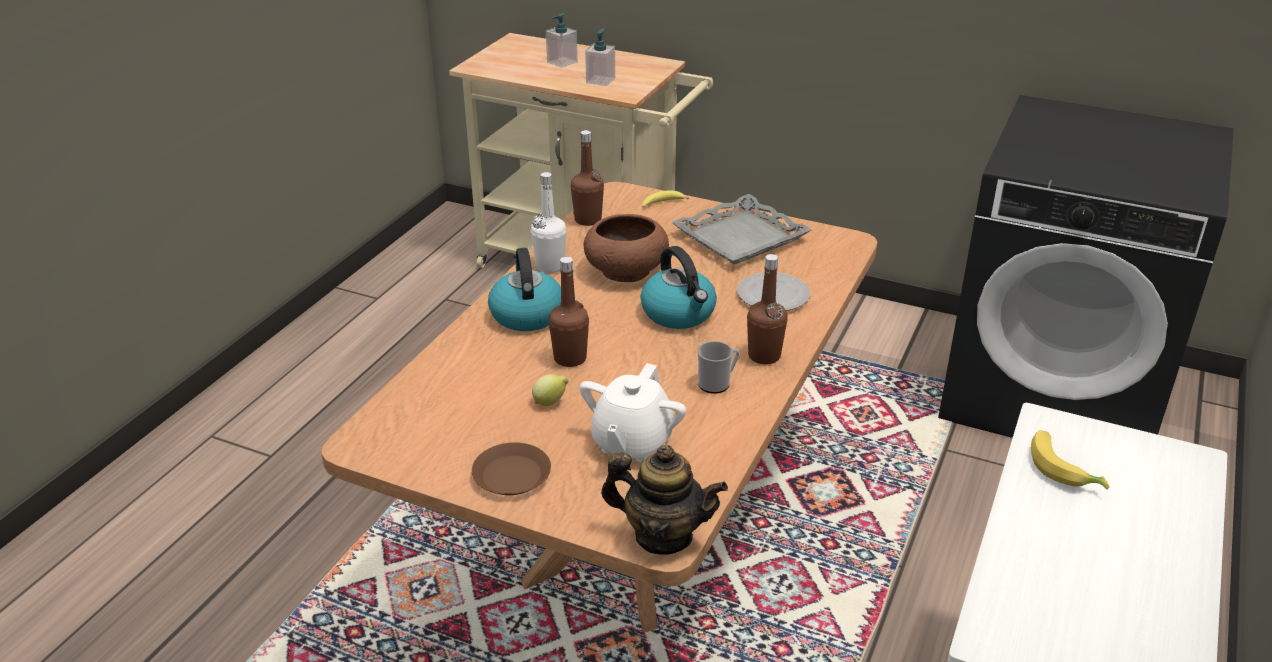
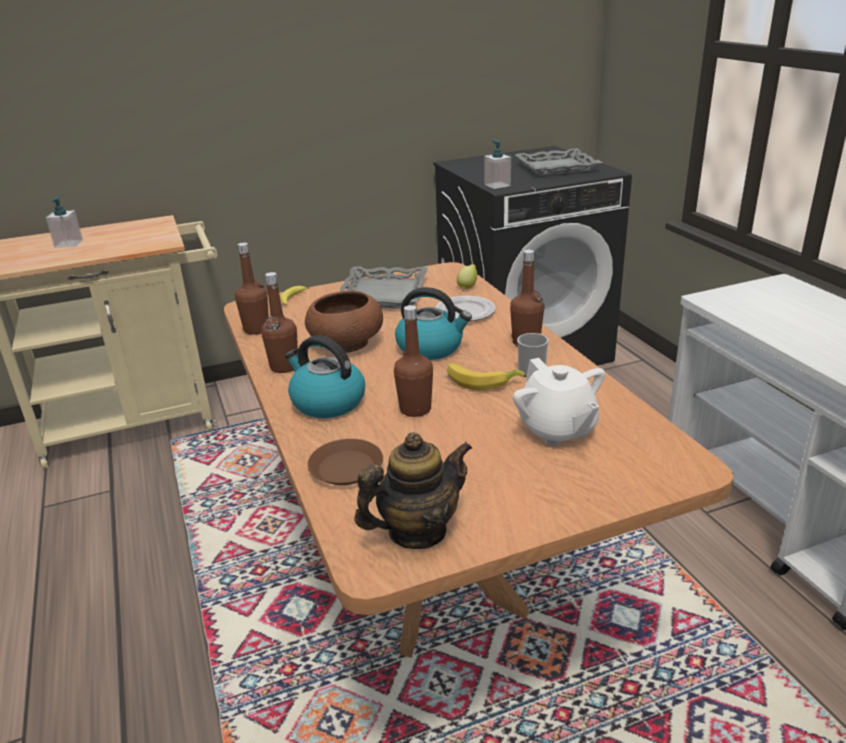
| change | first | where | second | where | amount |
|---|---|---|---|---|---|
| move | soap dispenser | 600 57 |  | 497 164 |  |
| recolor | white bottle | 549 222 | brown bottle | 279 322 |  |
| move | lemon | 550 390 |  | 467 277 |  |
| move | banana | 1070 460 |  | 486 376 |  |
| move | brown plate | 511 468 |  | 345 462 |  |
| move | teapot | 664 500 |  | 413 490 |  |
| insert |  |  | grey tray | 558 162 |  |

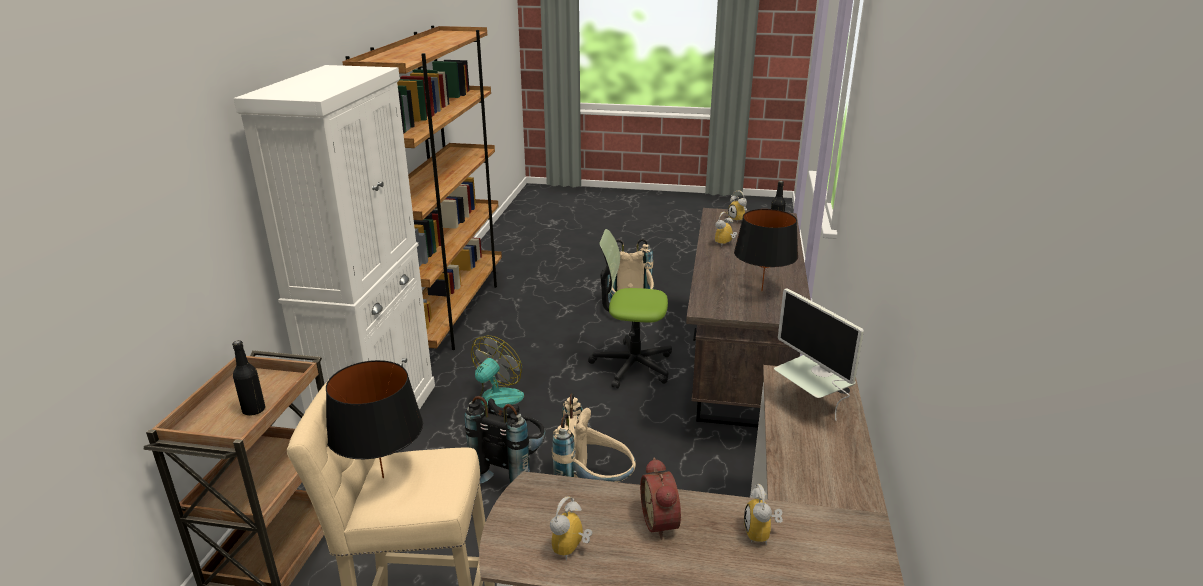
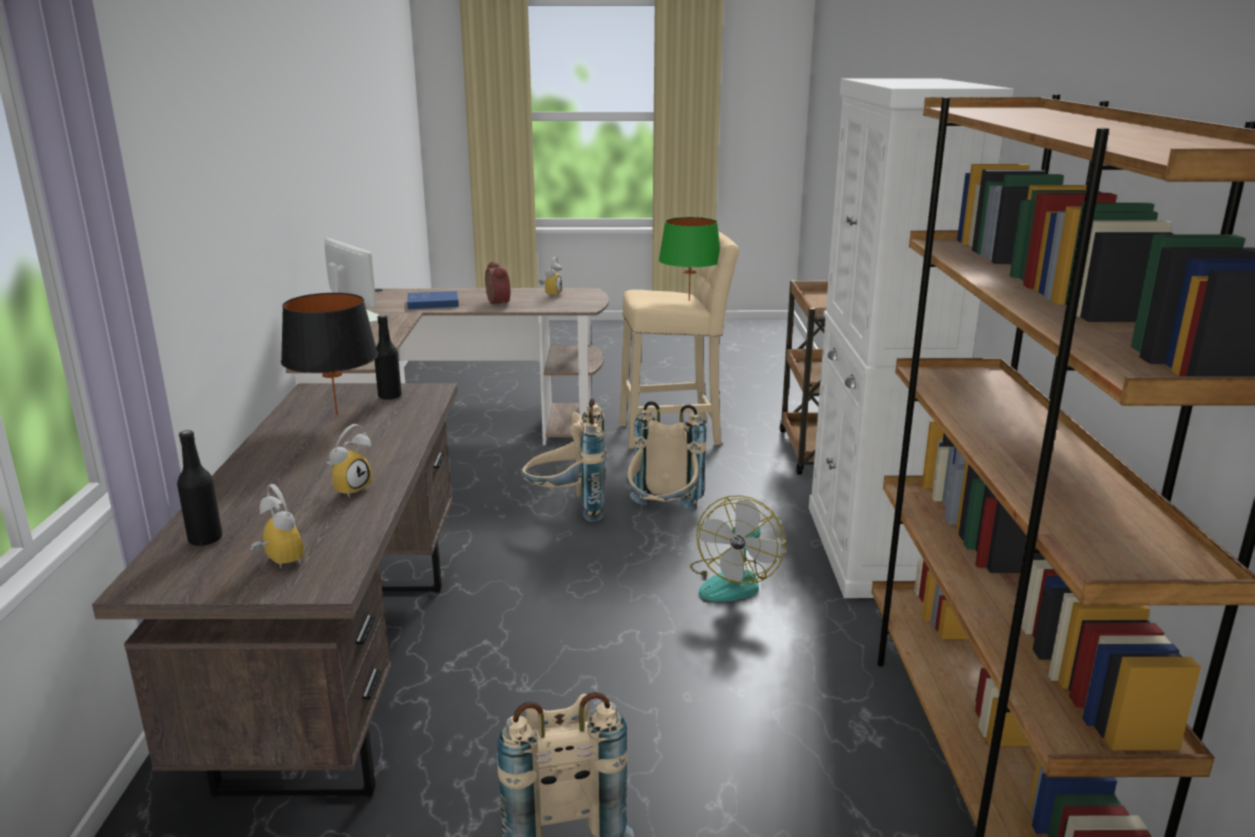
| change | first | where | second | where | amount |
|---|---|---|---|---|---|
| delete | office chair | 630 309 |  |  |  |
| move | black bottle | 248 378 |  | 388 357 |  |
| recolor | black table lamp | 374 419 | green table lamp | 689 259 |  |
| recolor | black backpack | 505 439 | beige backpack | 666 456 |  |
| replace | alarm clock | 763 514 | blue book | 433 300 |  |

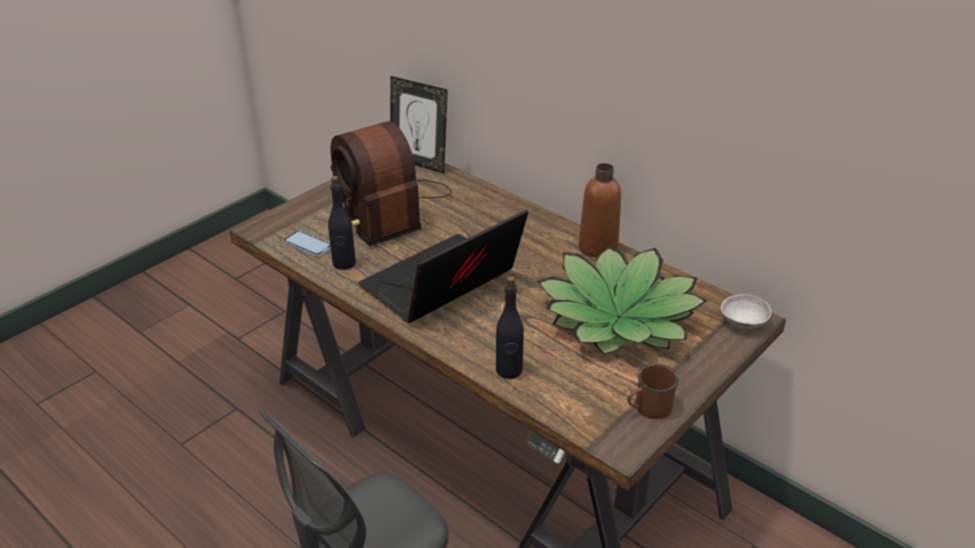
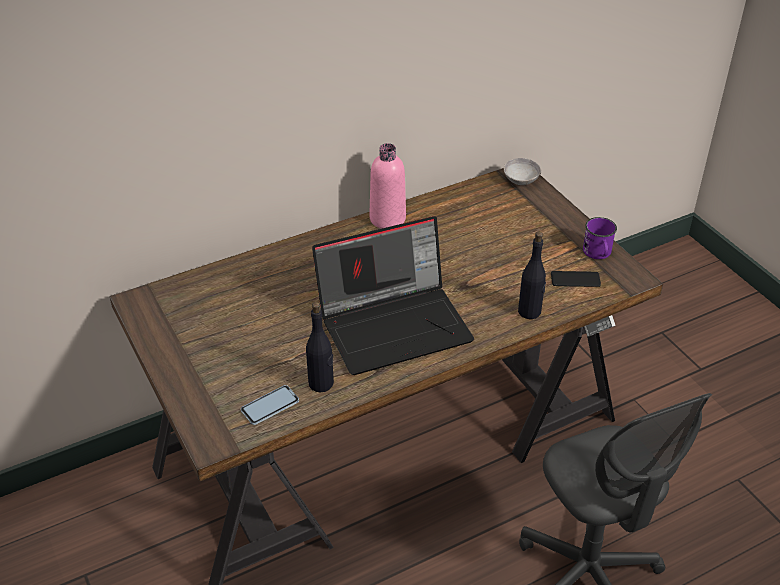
| change | first | where | second | where | amount |
|---|---|---|---|---|---|
| delete | picture frame | 419 124 |  |  |  |
| delete | radio | 391 183 |  |  |  |
| recolor | brown bottle | 599 210 | pink bottle | 388 186 |  |
| rotate | laptop | 443 266 |  | 393 295 | 90 degrees counterclockwise |
| delete | potted plant | 622 300 |  |  |  |
| recolor | brown mug | 653 391 | purple mug | 600 238 |  |
| insert |  |  | phone | 576 279 |  |

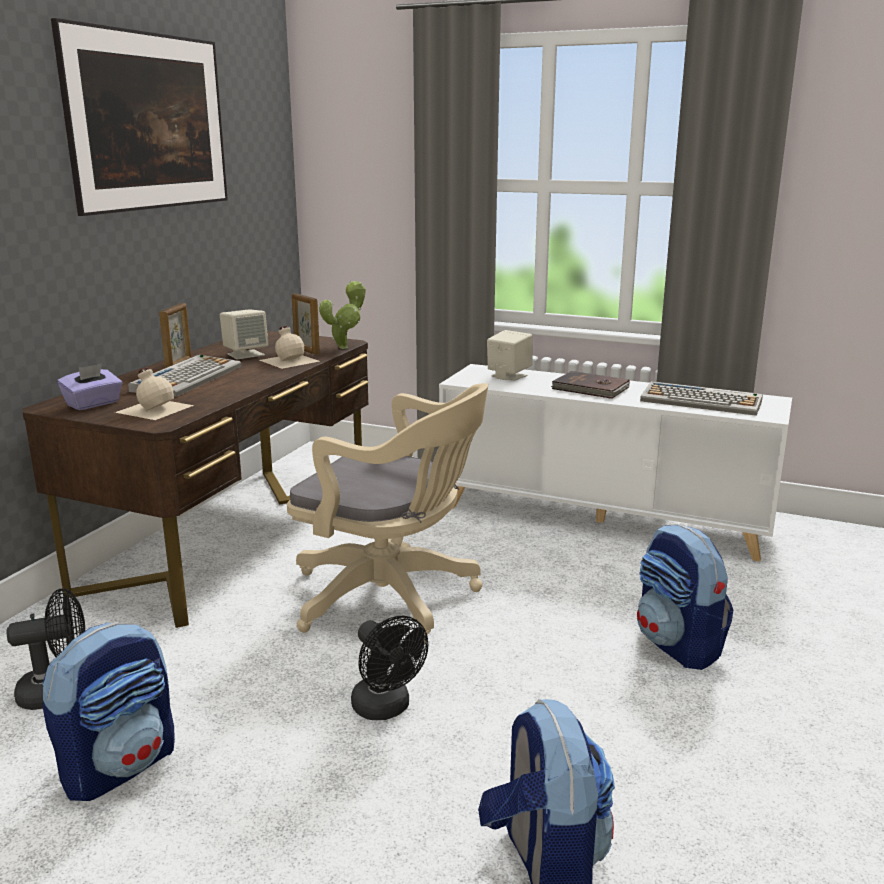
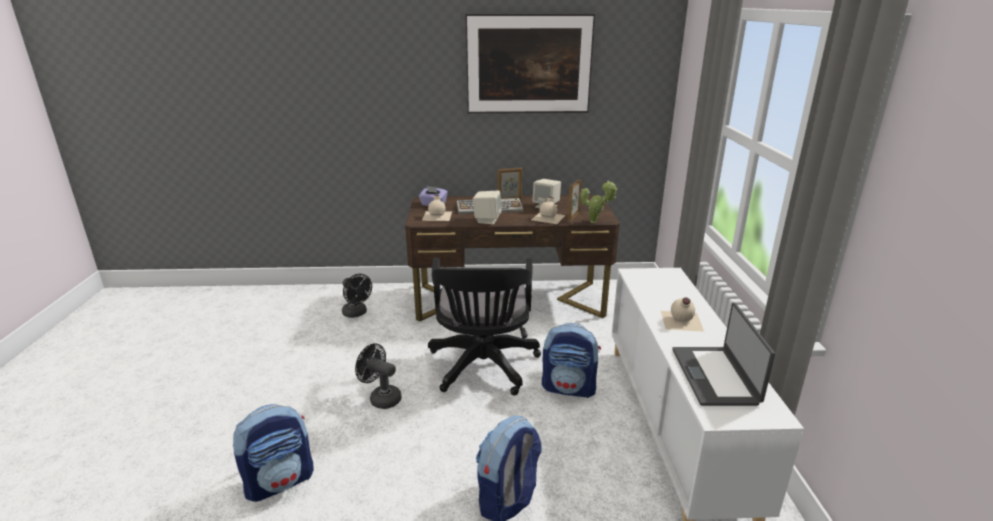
| change | first | where | second | where | amount |
|---|---|---|---|---|---|
| move | beige speaker | 510 355 |  | 487 207 |  |
| replace | brown book | 590 385 | beige bottle | 682 314 |  |
| replace | keyboard | 701 398 | laptop | 724 354 |  |
| recolor | beige office chair | 387 513 | black office chair | 484 327 |  |
| rotate | black fan | 389 668 |  | 378 376 | 90 degrees clockwise |
| move | backpack | 108 711 |  | 571 360 |  |

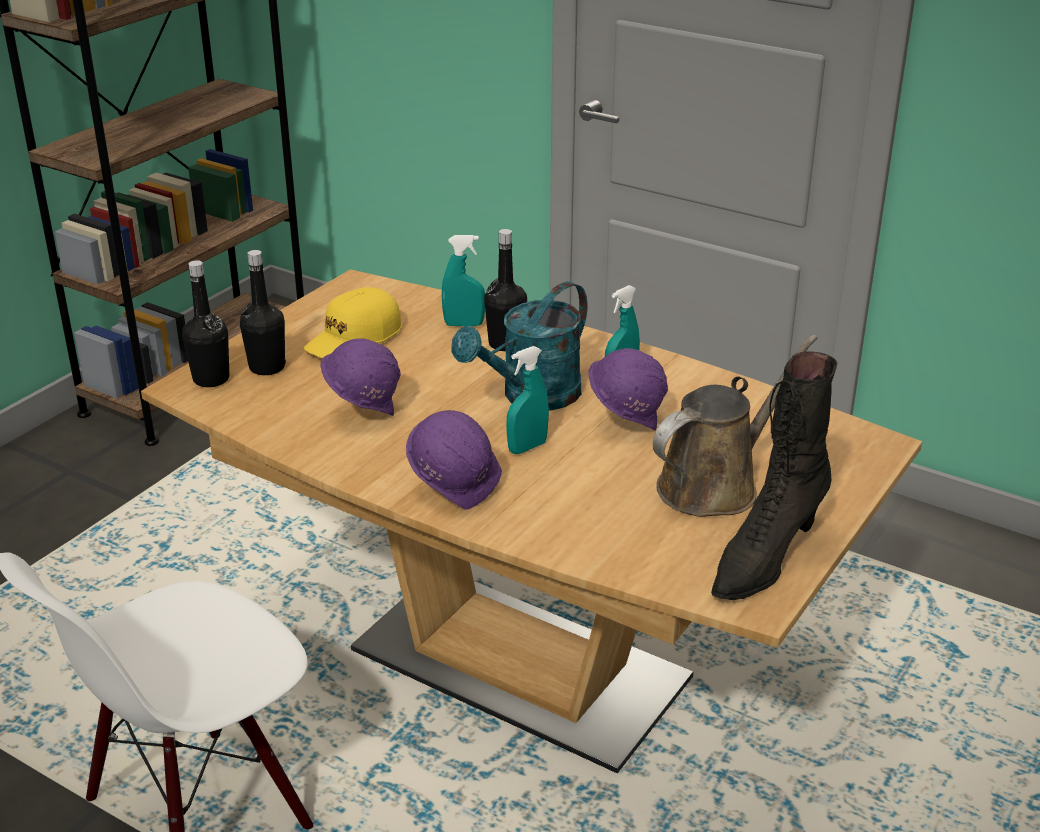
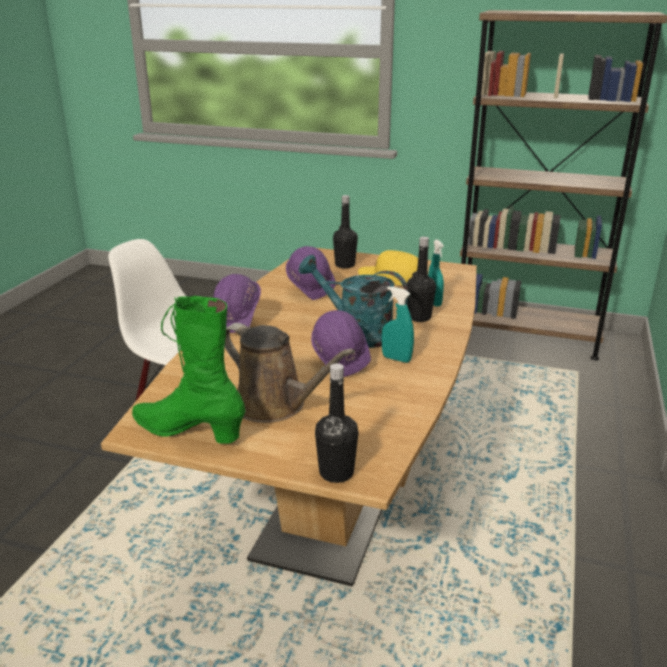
| change | first | where | second | where | amount |
|---|---|---|---|---|---|
| move | black bottle | 206 323 |  | 336 423 |  |
| delete | turquoise spray bottle | 527 400 |  |  |  |
| recolor | black boot | 774 475 | green boot | 188 370 |  |

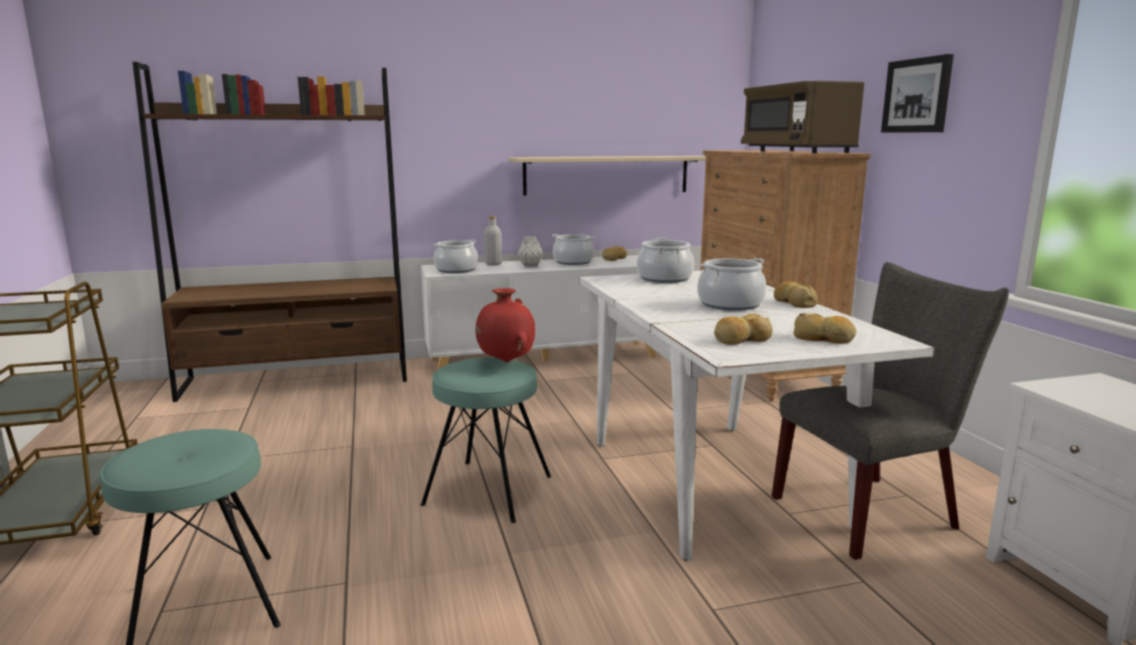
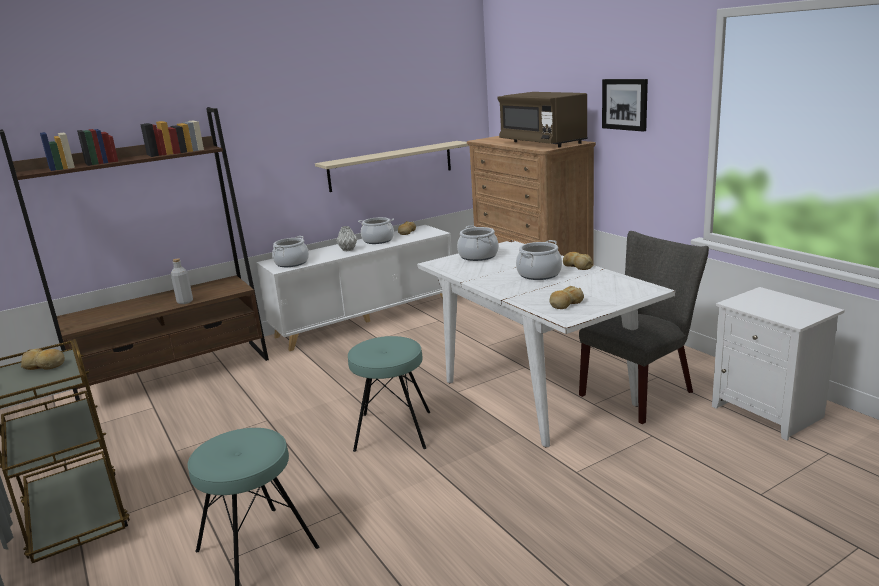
| change | first | where | second | where | amount |
|---|---|---|---|---|---|
| move | grey bottle | 493 241 |  | 182 281 |  |
| delete | red vase | 505 325 |  |  |  |
| move | bread | 825 328 |  | 43 359 |  |

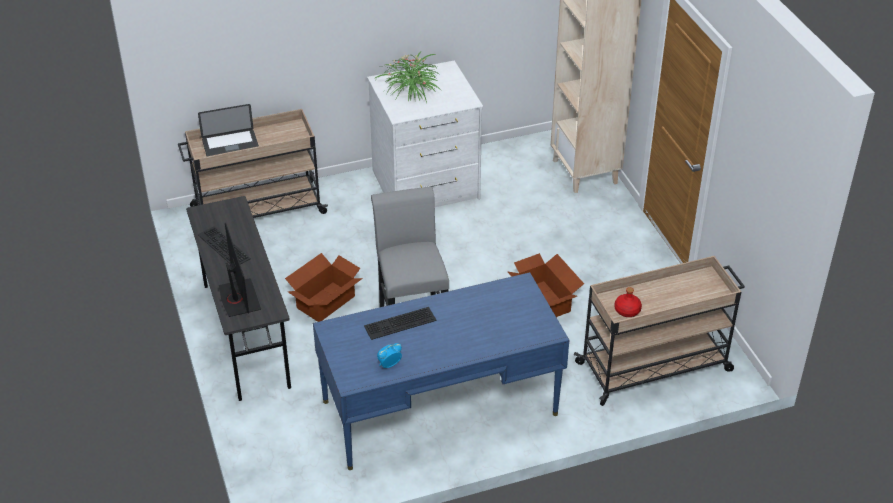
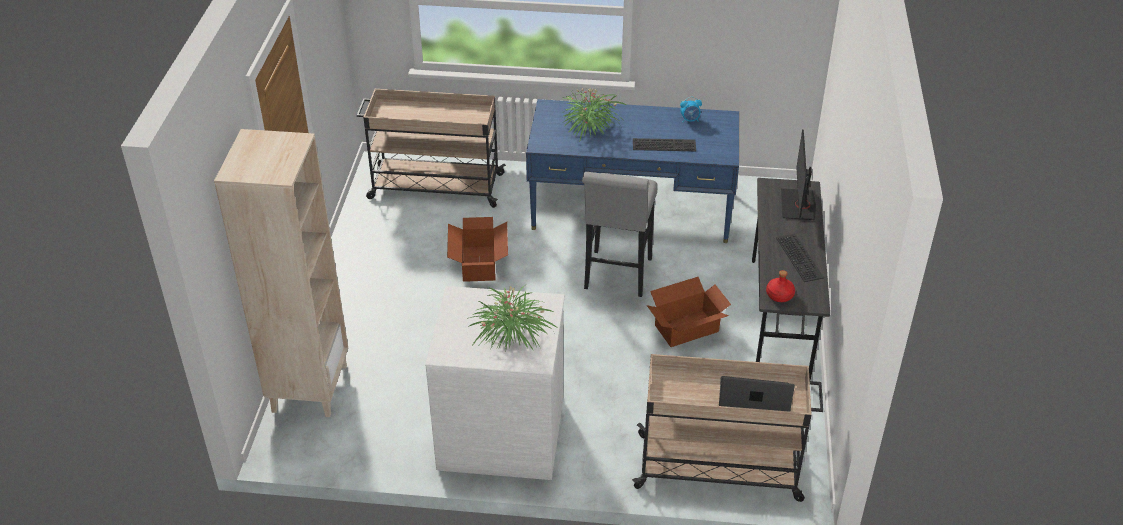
| change | first | where | second | where | amount |
|---|---|---|---|---|---|
| move | red bottle | 628 302 |  | 780 286 |  |
| insert |  |  | potted plant | 594 114 |  |

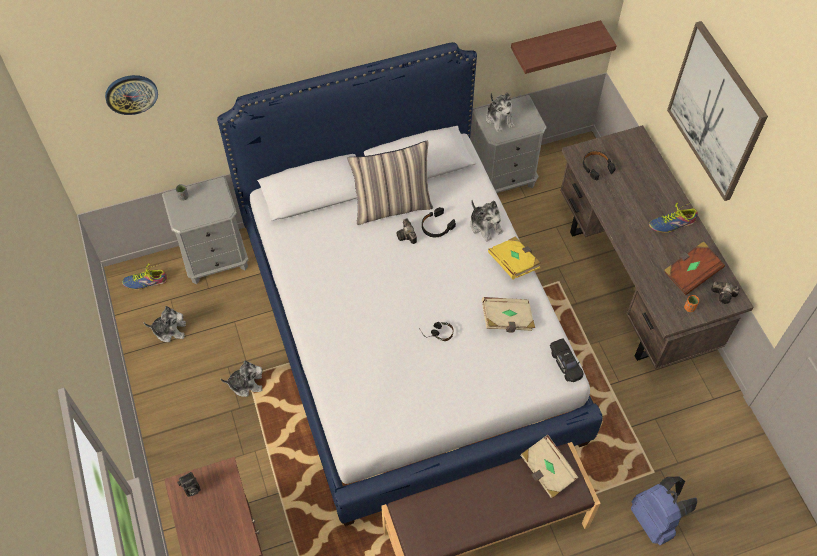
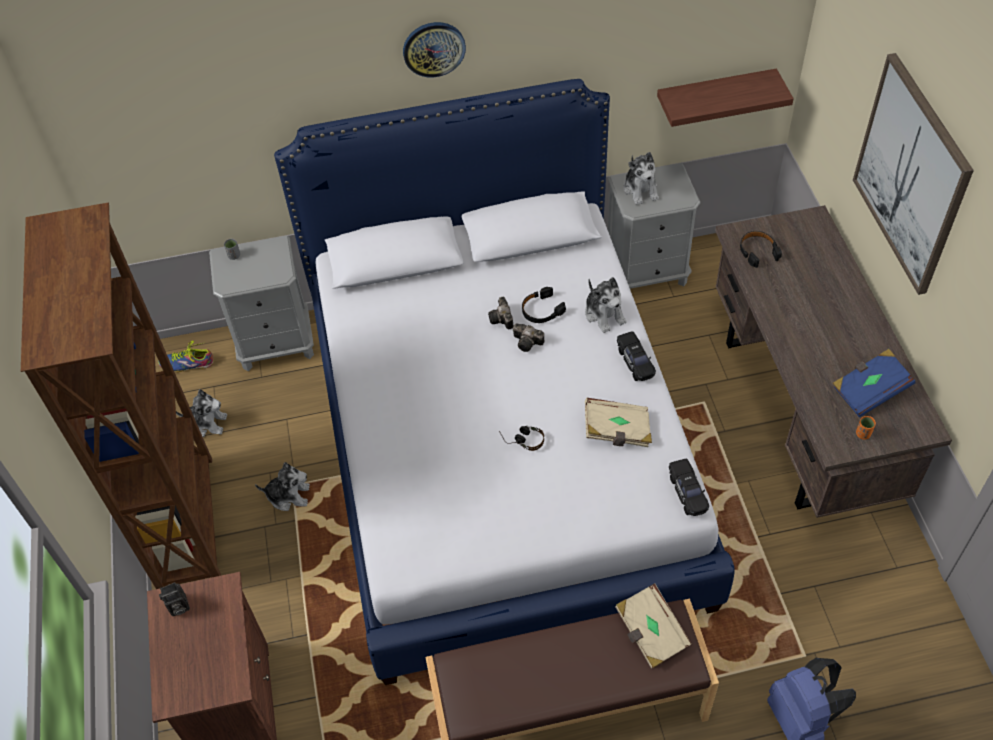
| change | first | where | second | where | amount |
|---|---|---|---|---|---|
| move | wall clock | 131 95 |  | 434 49 |  |
| delete | pillow | 390 183 |  |  |  |
| delete | shoe | 673 218 |  |  |  |
| replace | yellow book | 514 257 | black toy car | 636 356 |  |
| recolor | brown book | 694 268 | blue book | 874 383 |  |
| move | photo camera | 725 292 |  | 528 337 |  |
| insert |  |  | brown bookcase | 121 395 |  |

